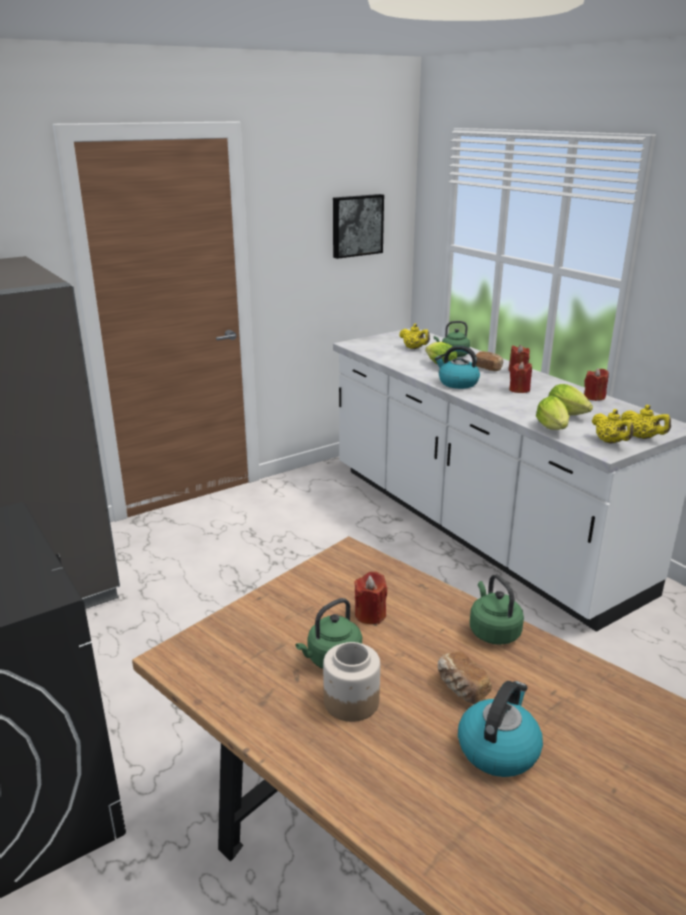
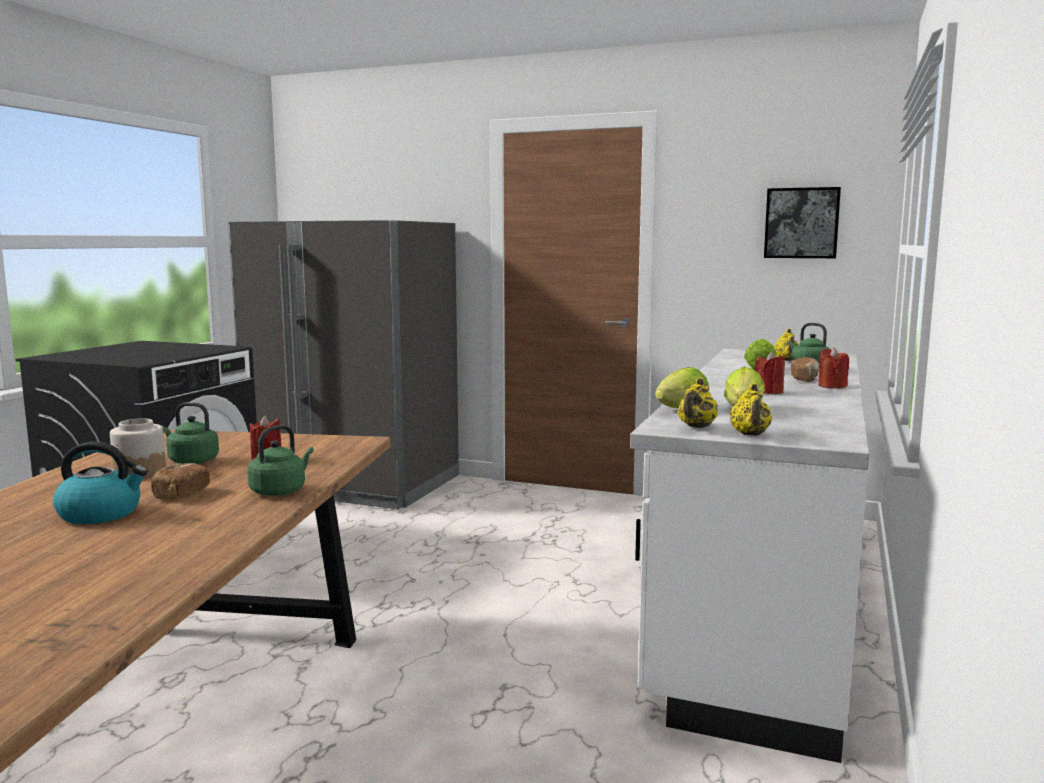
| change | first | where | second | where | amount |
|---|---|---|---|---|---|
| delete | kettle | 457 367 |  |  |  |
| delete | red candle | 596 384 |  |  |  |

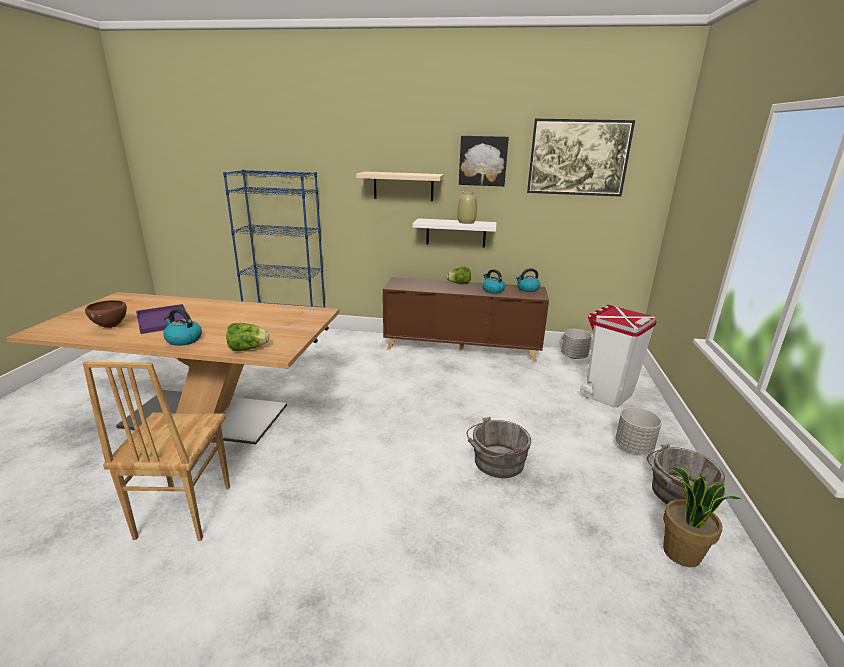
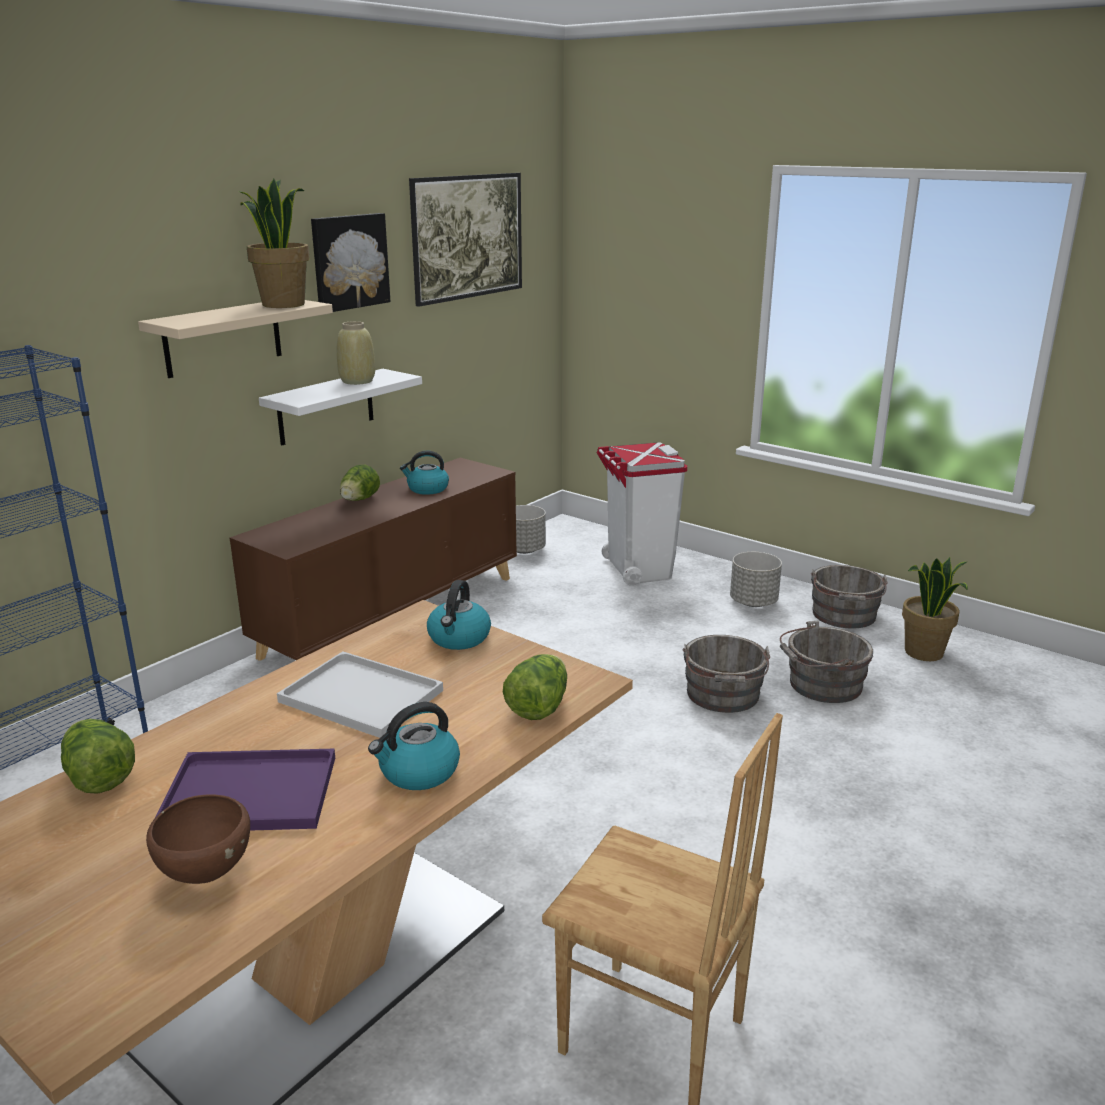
| change | first | where | second | where | amount |
|---|---|---|---|---|---|
| move | kettle | 528 280 |  | 459 615 |  |
| insert |  |  | potted plant | 274 243 |  |
| insert |  |  | grey bucket | 826 662 |  |
| insert |  |  | white tray | 360 694 |  |
| insert |  |  | lettuce | 98 756 |  |

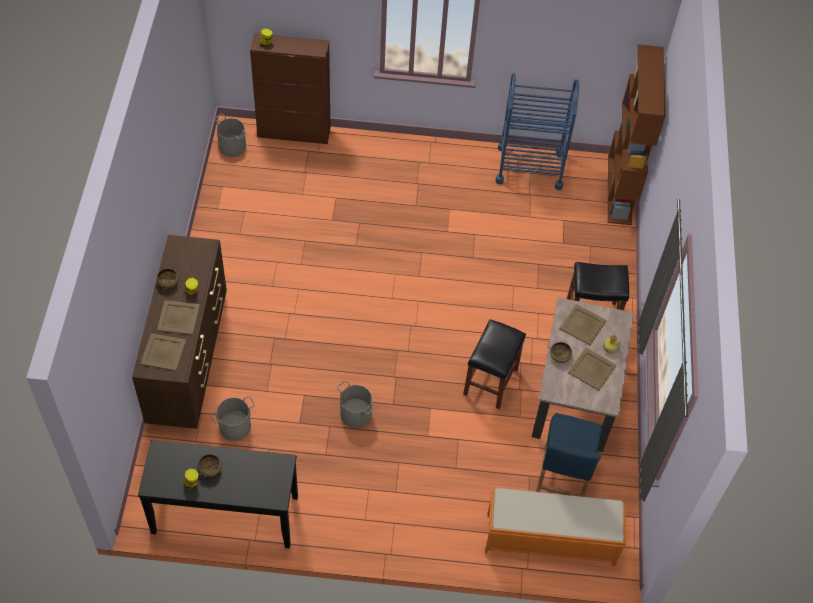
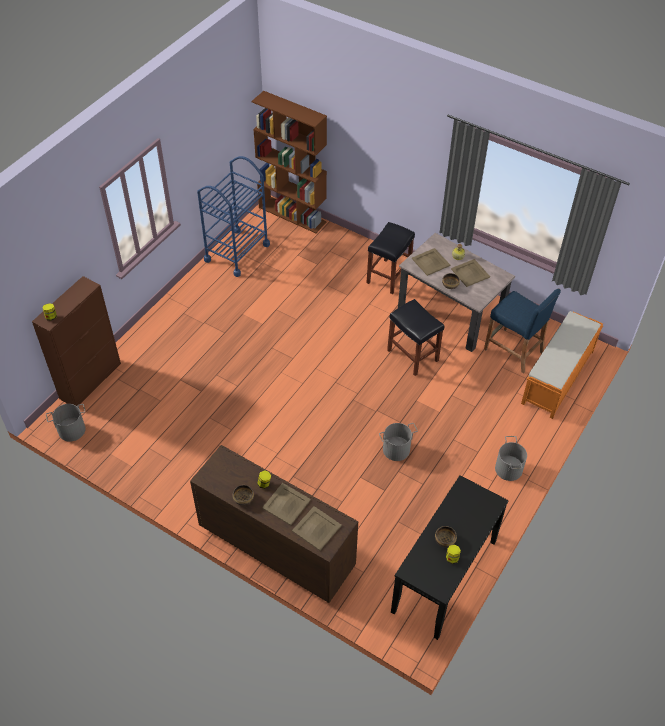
| change | first | where | second | where | amount |
|---|---|---|---|---|---|
| move | grey bucket | 232 418 |  | 511 458 |  |

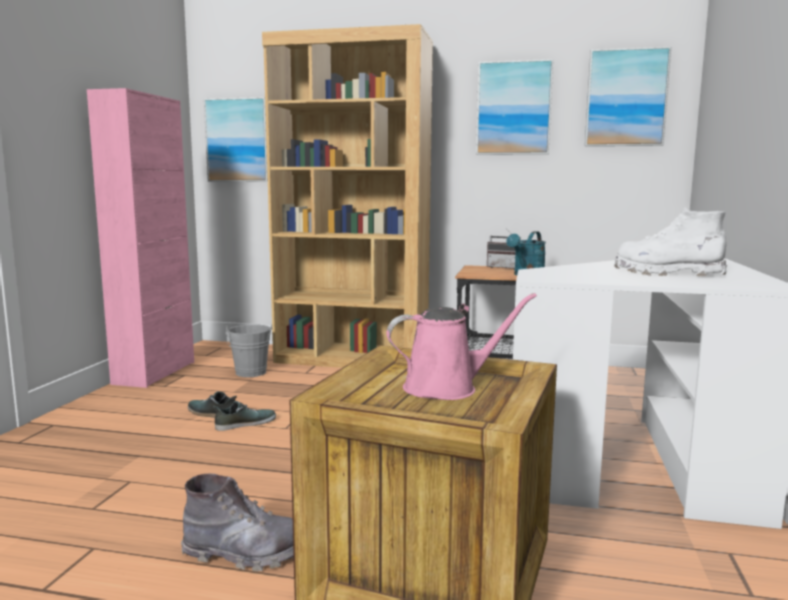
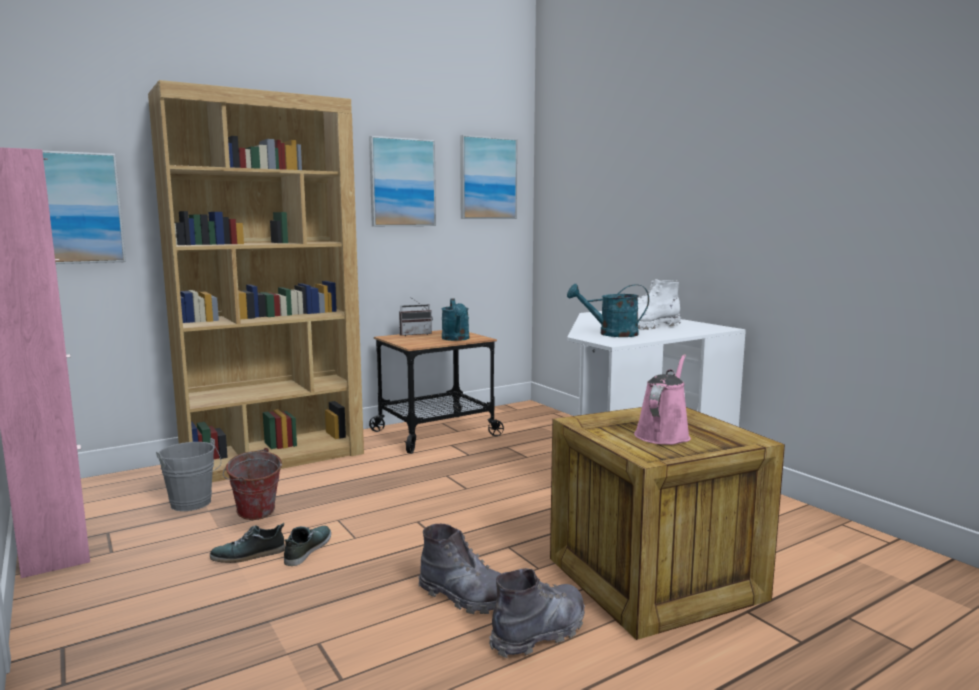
| change | first | where | second | where | amount |
|---|---|---|---|---|---|
| insert |  |  | turquoise watering can | 608 310 |  |
| insert |  |  | bucket | 252 484 |  |
| insert |  |  | grey boot | 460 569 |  |

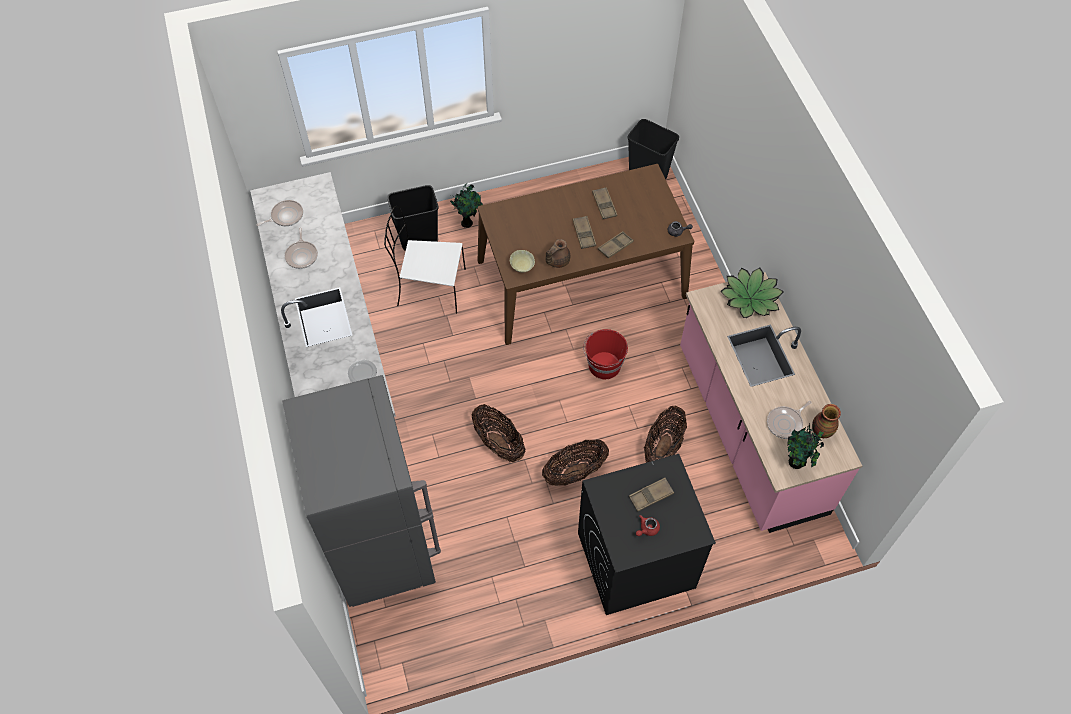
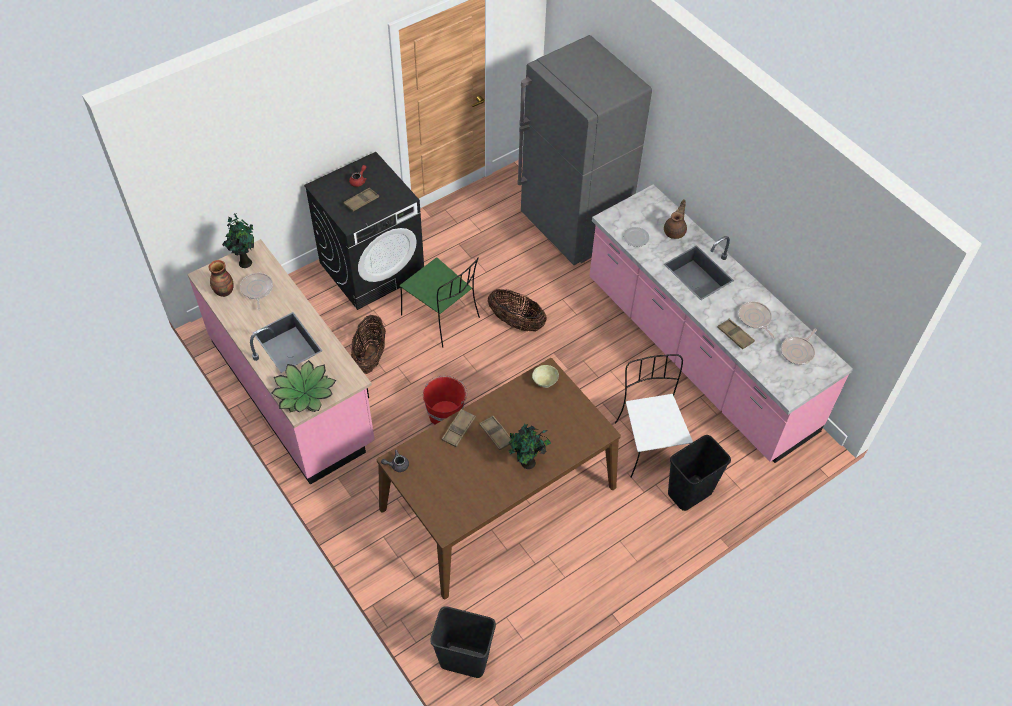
| change | first | where | second | where | amount |
|---|---|---|---|---|---|
| move | potted plant | 466 205 |  | 529 446 |  |
| move | brown tray | 604 203 |  | 736 334 |  |
| rotate | white chair | 425 260 |  | 654 416 | 90 degrees counterclockwise |
| move | brown teapot | 558 253 |  | 675 219 |  |
| rotate | frying pan | 789 420 |  | 256 291 | 45 degrees counterclockwise |
| replace | basket | 575 463 | green chair | 440 302 |  |

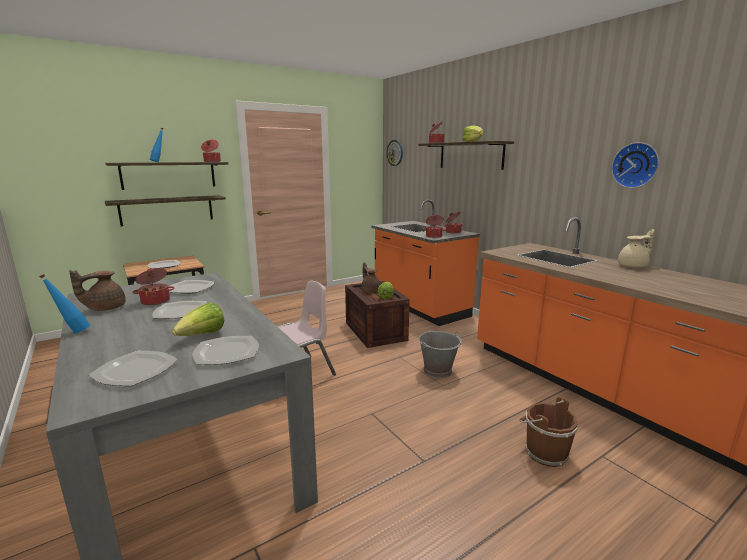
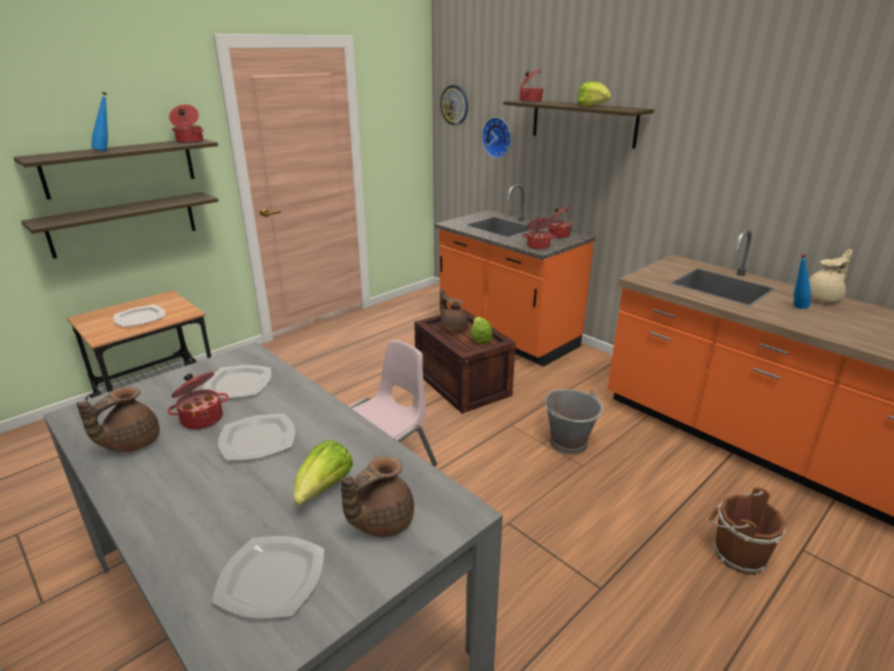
| change | first | where | second | where | amount |
|---|---|---|---|---|---|
| move | wall clock | 635 165 |  | 496 137 |  |
| move | blue bottle | 64 304 |  | 802 281 |  |
| replace | plate | 226 350 | brown teapot | 377 496 |  |

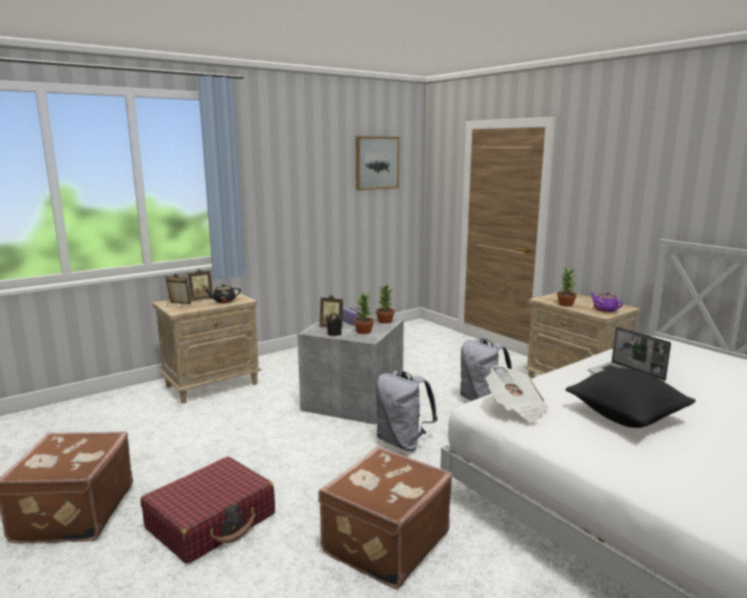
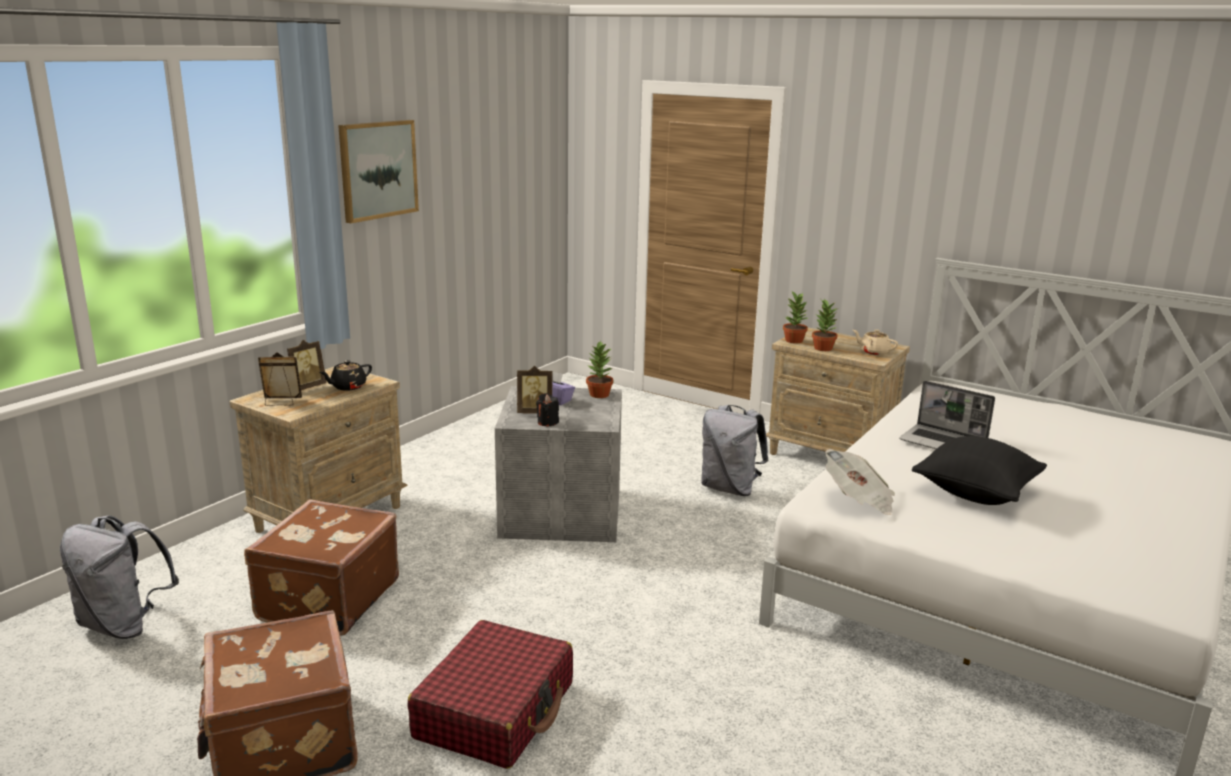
| change | first | where | second | where | amount |
|---|---|---|---|---|---|
| move | picture | 378 163 |  | 378 171 |  |
| move | potted plant | 364 312 |  | 795 317 |  |
| recolor | purple teapot | 606 302 | beige teapot | 875 342 |  |
| move | grey backpack | 407 410 |  | 119 577 |  |
| move | brown suitcase | 385 517 |  | 321 567 |  |

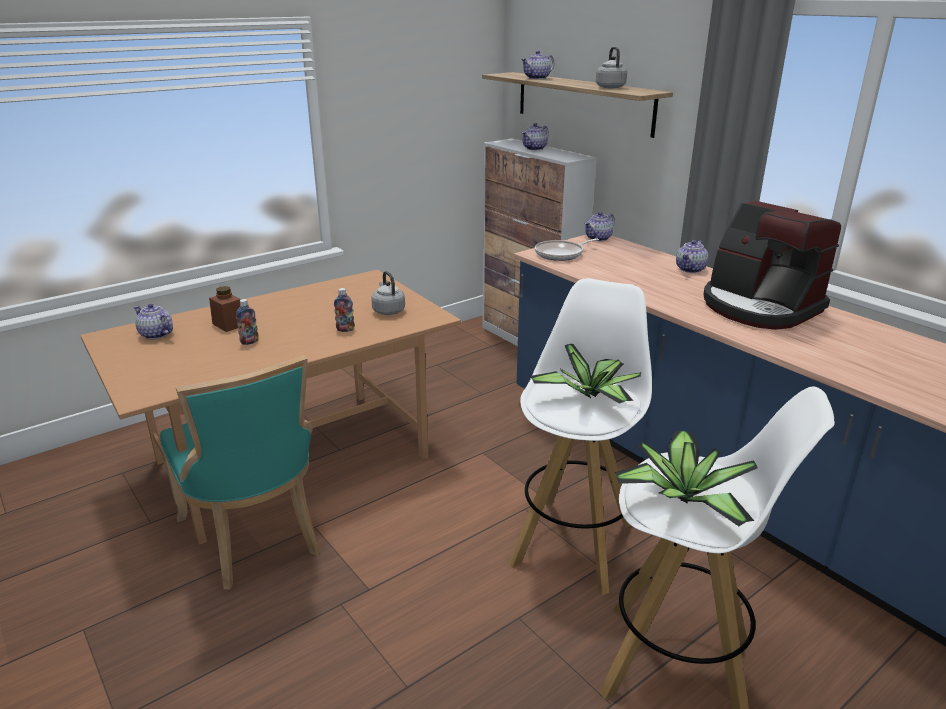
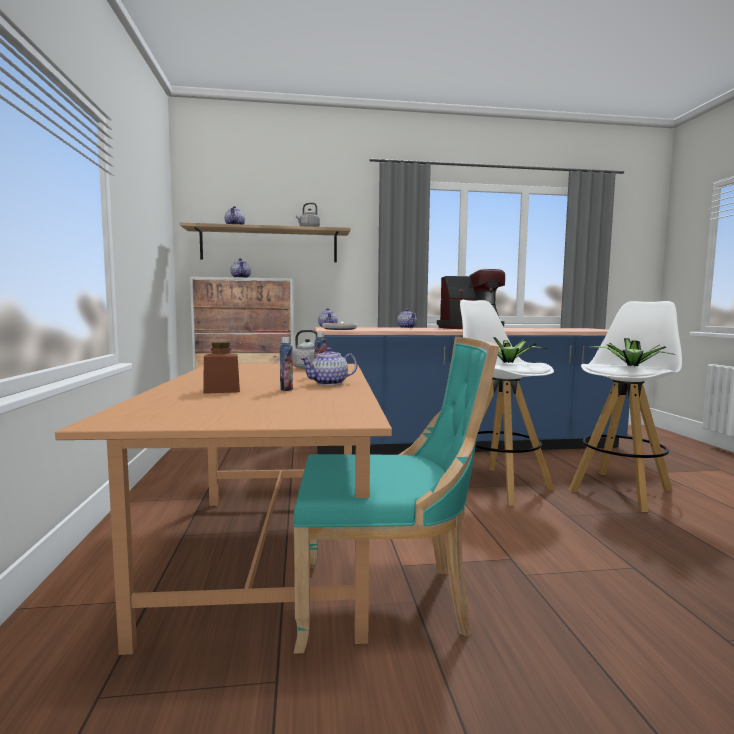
| change | first | where | second | where | amount |
|---|---|---|---|---|---|
| move | teapot | 153 321 |  | 328 366 |  |

